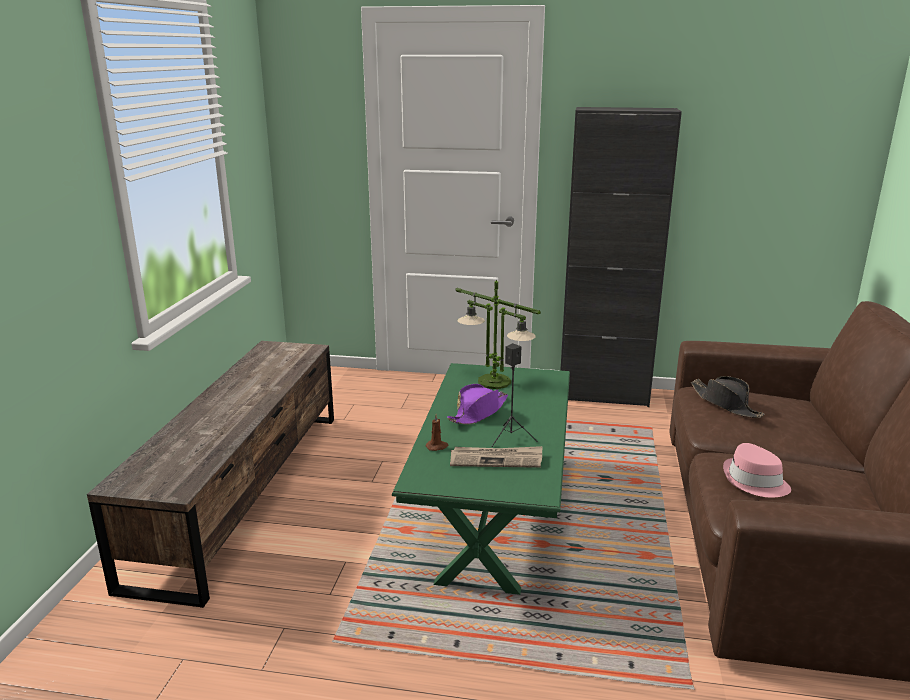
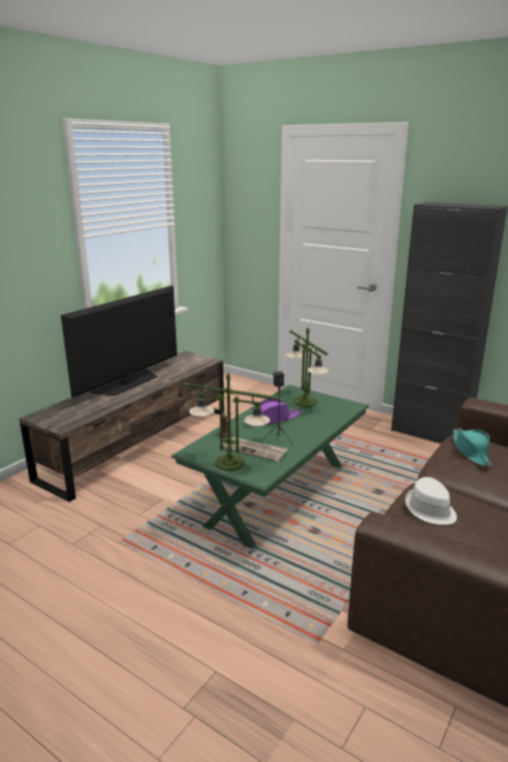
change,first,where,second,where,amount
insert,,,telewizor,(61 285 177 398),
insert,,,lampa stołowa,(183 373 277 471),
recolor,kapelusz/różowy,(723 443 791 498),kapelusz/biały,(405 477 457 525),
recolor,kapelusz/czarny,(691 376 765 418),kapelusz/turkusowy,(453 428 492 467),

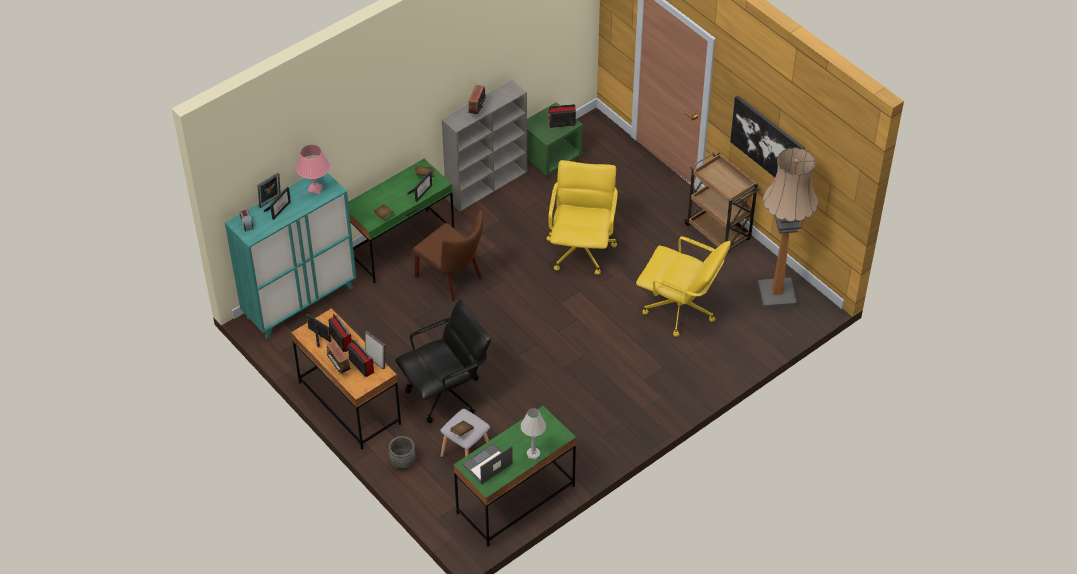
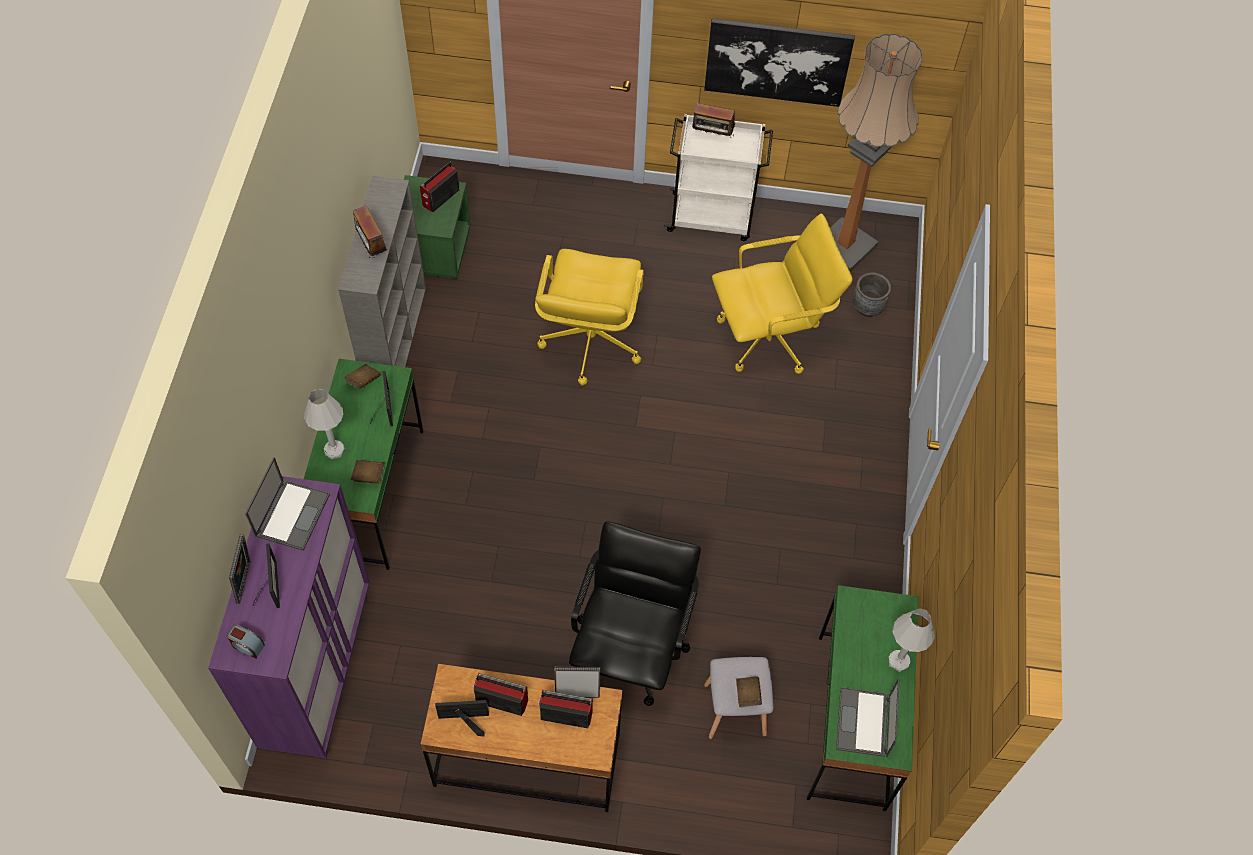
change,first,where,second,where,amount
recolor,szafka/turkusowy,(225 172 357 339),szafka/fioletowy,(208 476 370 759),
replace,lampa stołowa/różowy,(296 145 330 195),laptop,(245 457 330 551),
insert,,,lampa stołowa/biały,(304 389 345 459),
rotate,krzesło biurowe/żółty,(547 160 618 275),,(535 249 644 385),135 degrees counterclockwise
recolor,wózek/brązowy,(684 152 759 251),wózek/biały,(664 114 773 241),
move,radio,(327 341 351 375),,(692 103 735 138),
move,donica/szary,(389 436 416 469),,(853 273 891 317),
delete,krzesło/brązowy,(413 211 483 301),,,

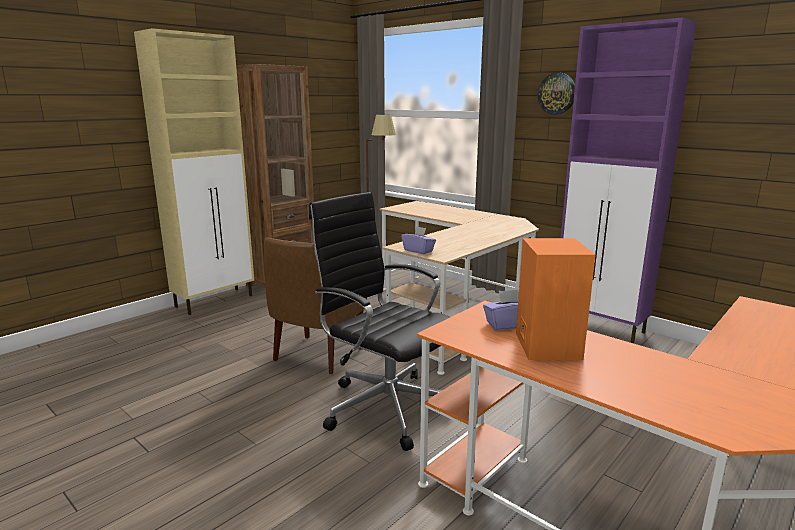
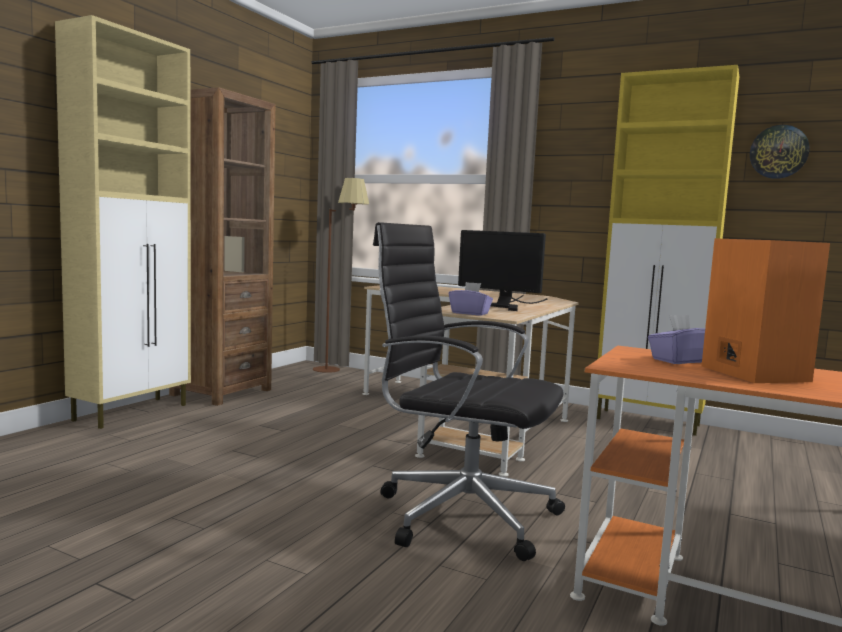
change,first,where,second,where,amount
insert,,,monitor,(458 230 547 311),
recolor,szafka/fioletowy,(561 17 696 343),szafka/żółty,(597 65 739 436),
move,zegar ścienny,(538 73 575 115),,(750 125 809 179),
delete,krzesło/brązowy,(264 237 367 374),,,

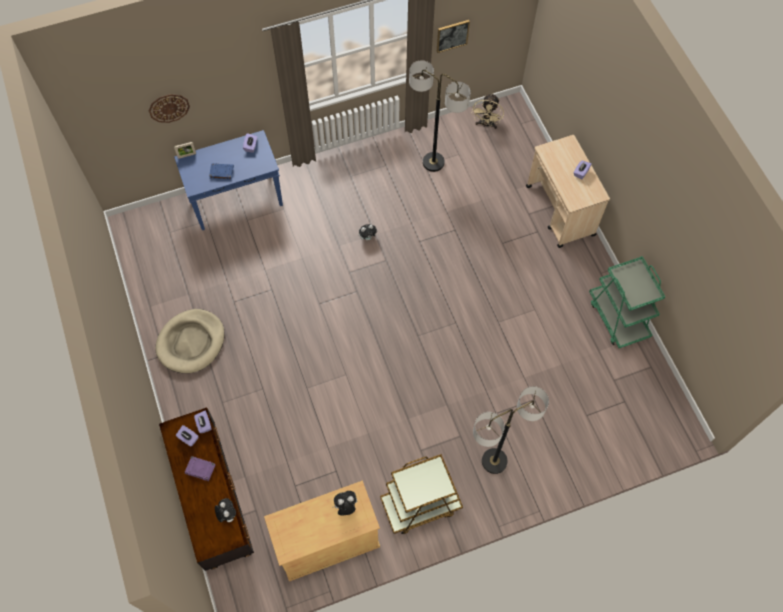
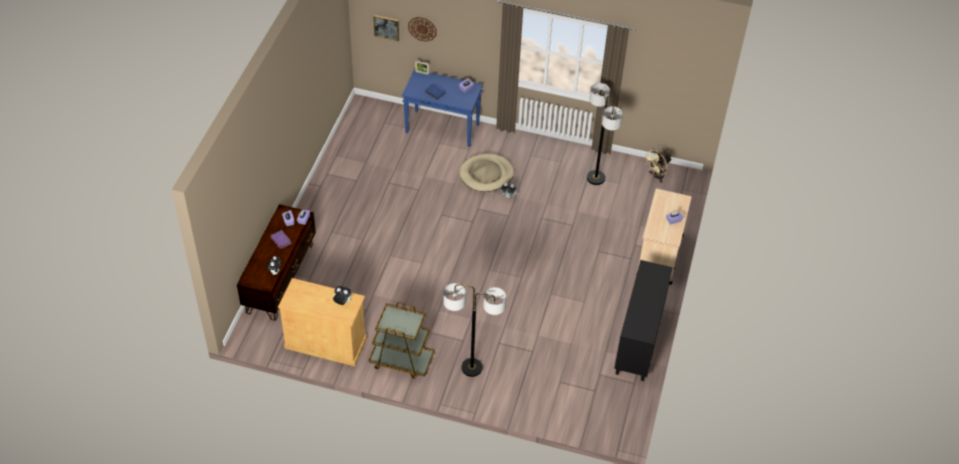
change,first,where,second,where,amount
move,obraz,(437 20 470 53),,(374 15 399 41),
move,legowisko/beżowy,(155 309 225 373),,(459 154 514 192),
replace,wózek/zielony,(589 256 665 348),szafka/czarny,(614 260 673 381),

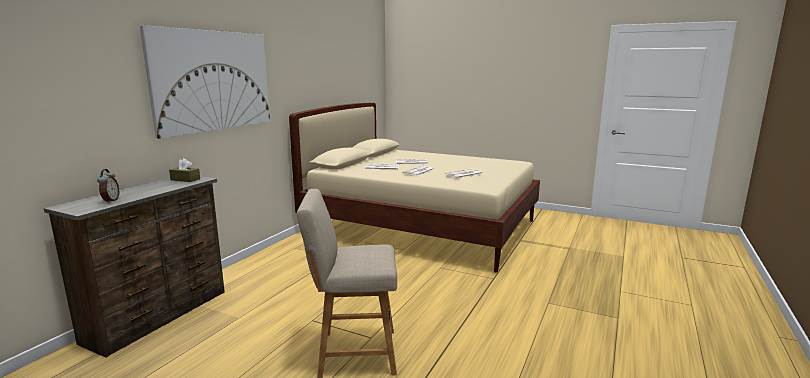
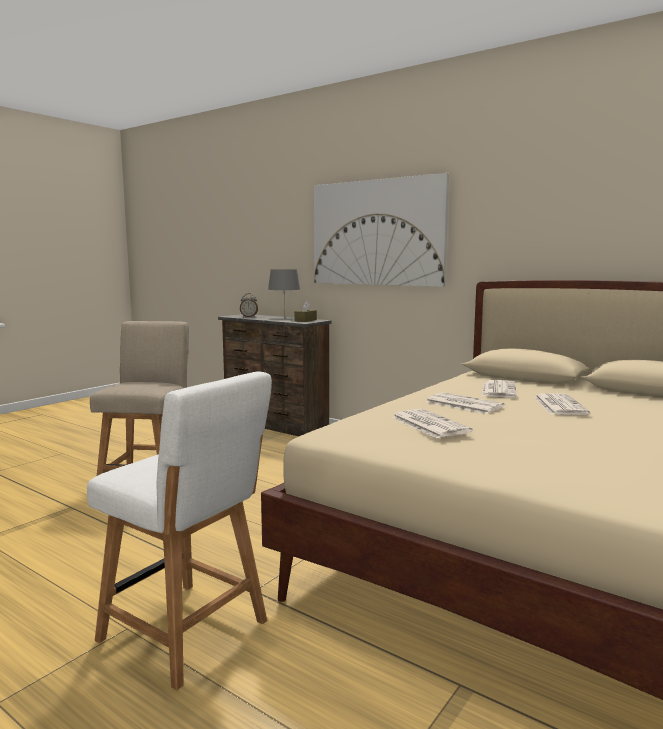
change,first,where,second,where,amount
insert,,,krzesło/biały,(87 371 272 690),
insert,,,lampa stołowa/szary,(268 269 300 319),

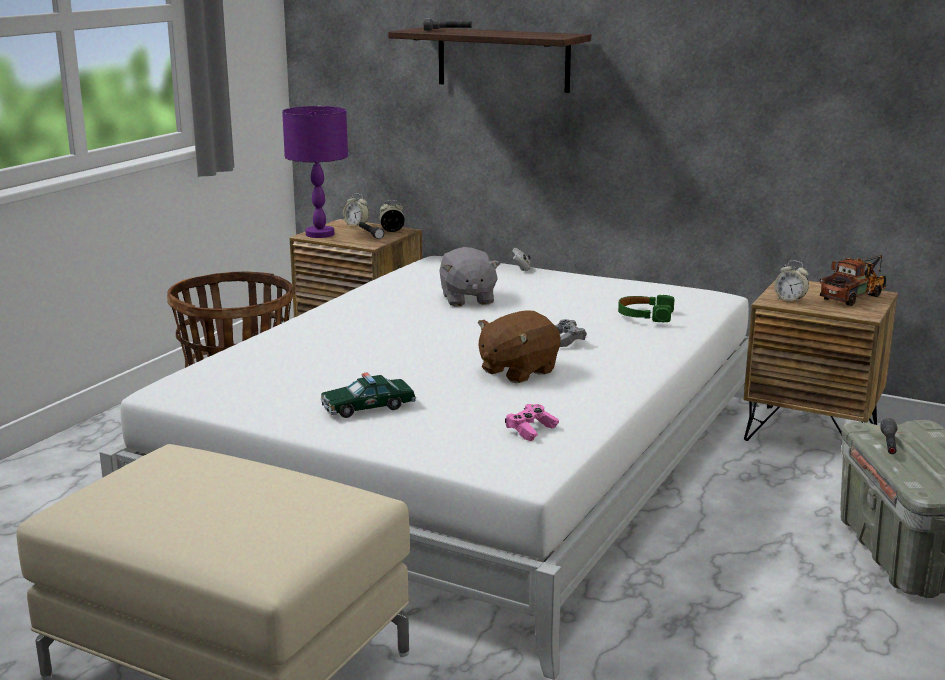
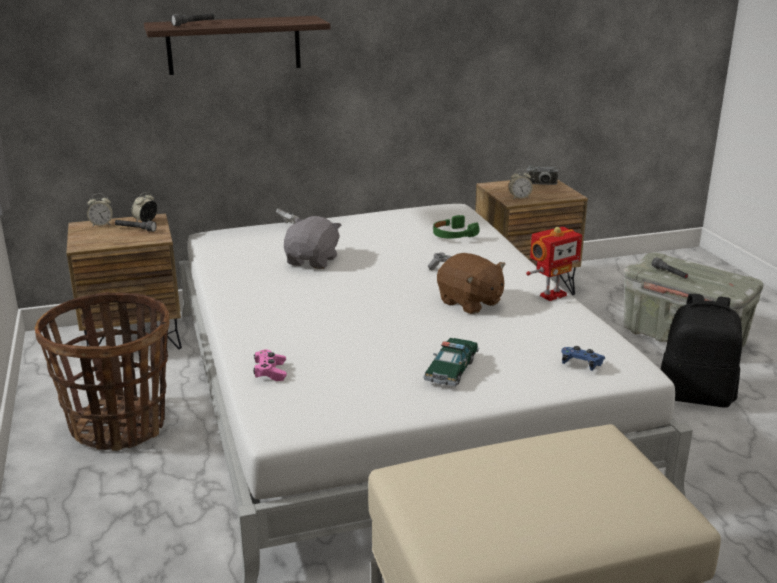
change,first,where,second,where,amount
move,pad do gier/różowy,(505 404 559 441),,(253 350 287 381),
rotate,pluszak/szary,(439 247 501 307),,(284 216 342 269),105 degrees counterclockwise
rotate,pluszak/brązowy,(478 310 561 383),,(437 253 505 314),45 degrees counterclockwise
replace,ciężarówka zabawkowa,(820 255 886 306),aparat fotograficzny,(526 165 559 185),
insert,,,robot zabawkowy,(526 226 582 301),
insert,,,pad do gier/niebieski,(562 346 605 371),
insert,,,plecak/czarny,(660 294 742 408),
delete,lampa stołowa/fioletowy,(282 106 348 238),,,

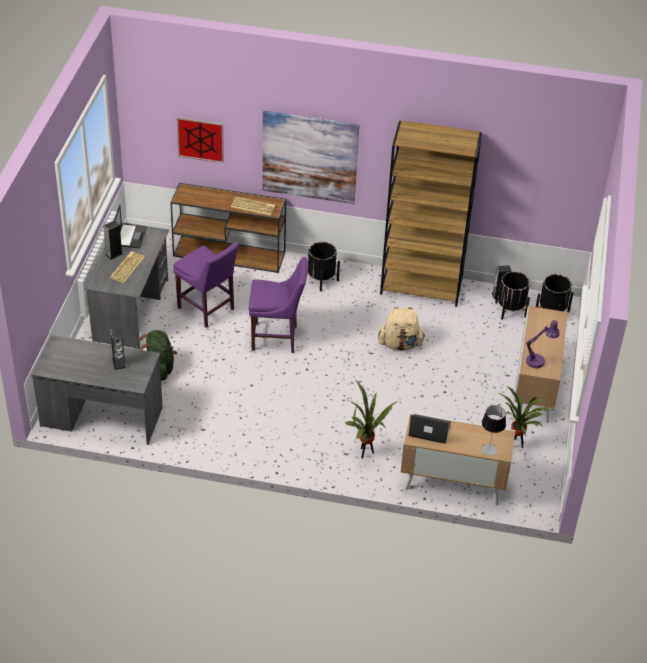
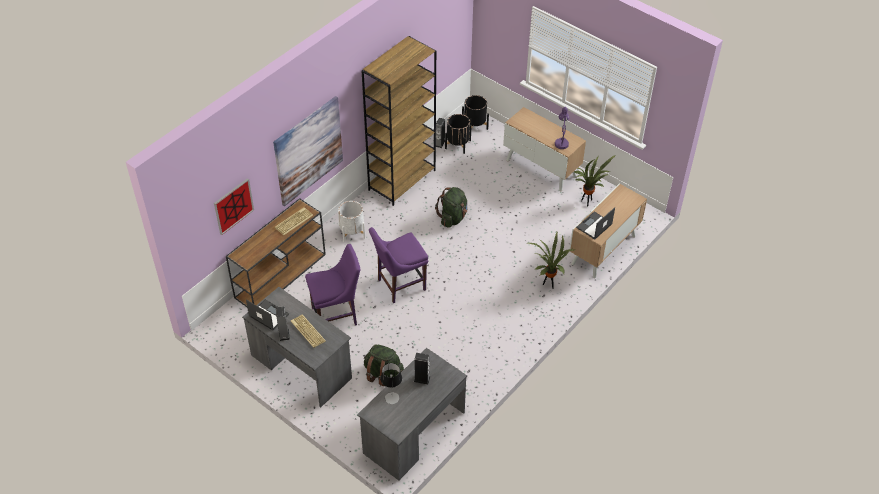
change,first,where,second,where,amount
recolor,donica/czarny,(307 242 340 292),donica/biały,(338 201 365 242),
rotate,krzesło/fioletowy,(249 257 308 353),,(369 227 428 303),150 degrees counterclockwise
move,lampa stołowa,(481 405 506 456),,(380 363 402 404),
recolor,plecak/beżowy,(378 307 425 350),plecak/zielony,(435 187 467 228),

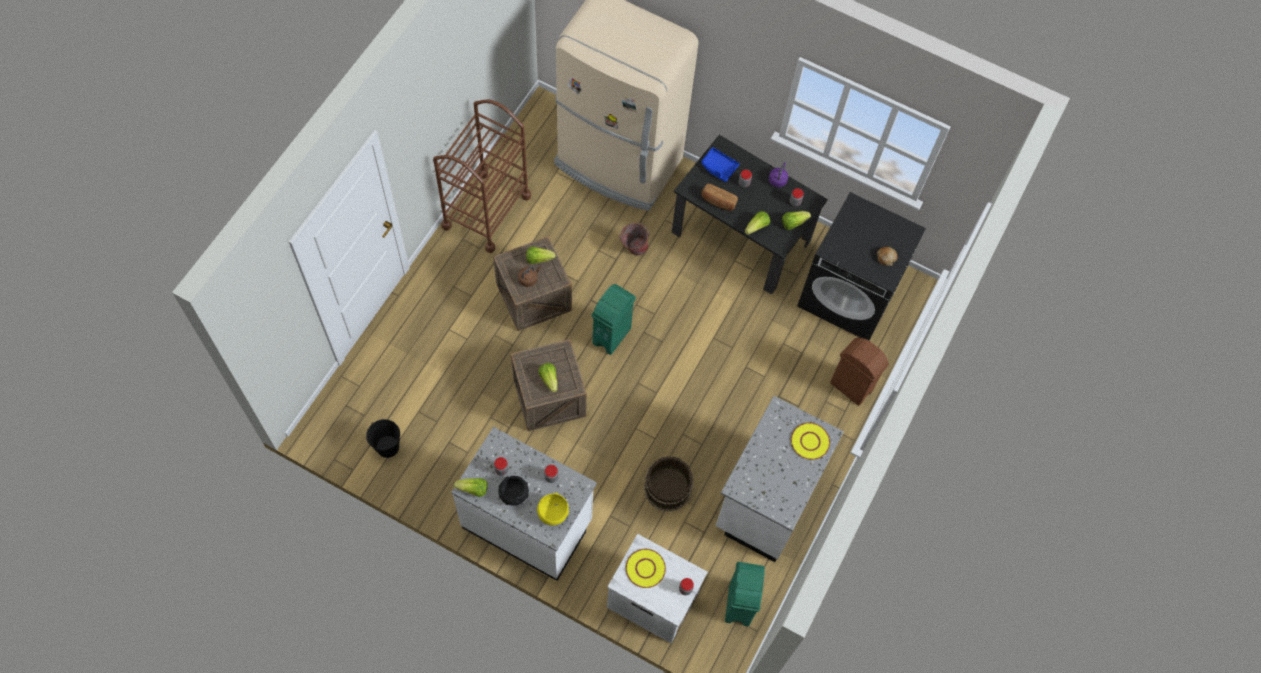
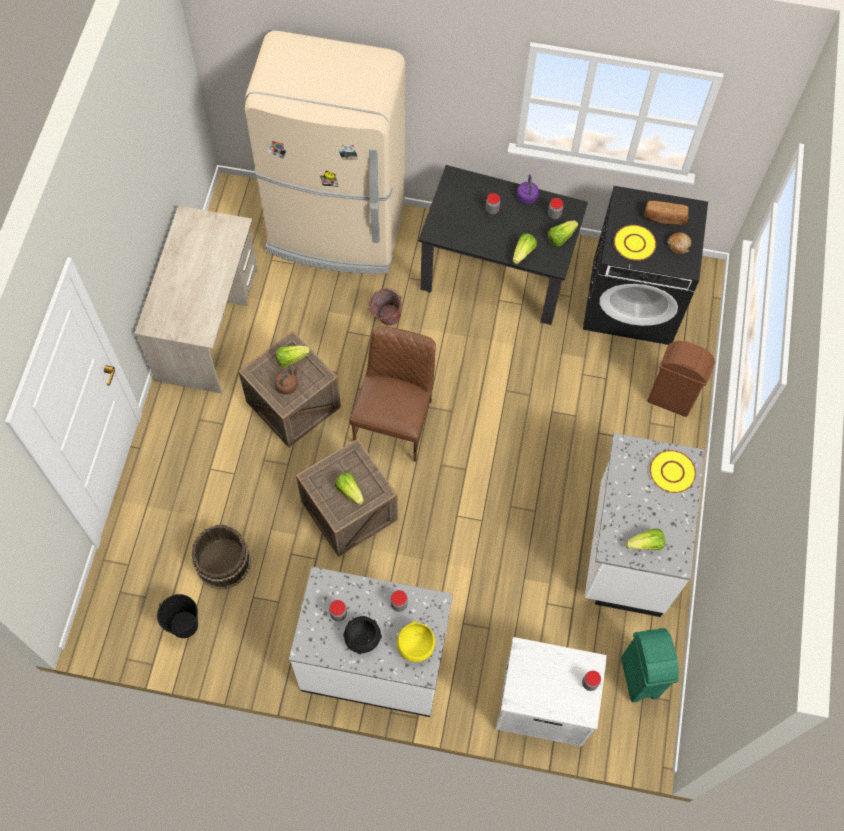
change,first,where,second,where,amount
replace,wózek/brązowy,(433 99 531 253),biurko/beżowy,(134 206 258 393),
move,wiadro/brązowy,(644 456 694 512),,(191 525 251 589),
replace,kosz na śmieci/zielony,(591 284 636 355),krzesło/brązowy,(350 326 436 462),
move,talerz/żółty,(626 549 666 588),,(614 225 656 261),
move,sałata,(454 478 487 497),,(626 528 665 550),
move,chleb,(701 184 738 211),,(644 201 688 225),
delete,taca/niebieski,(701 147 739 182),,,

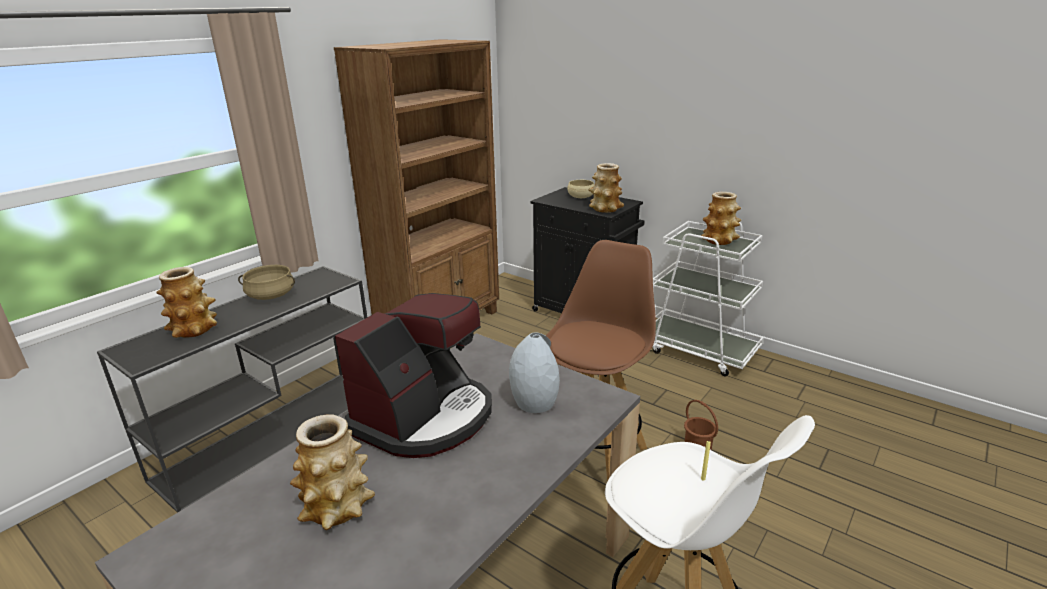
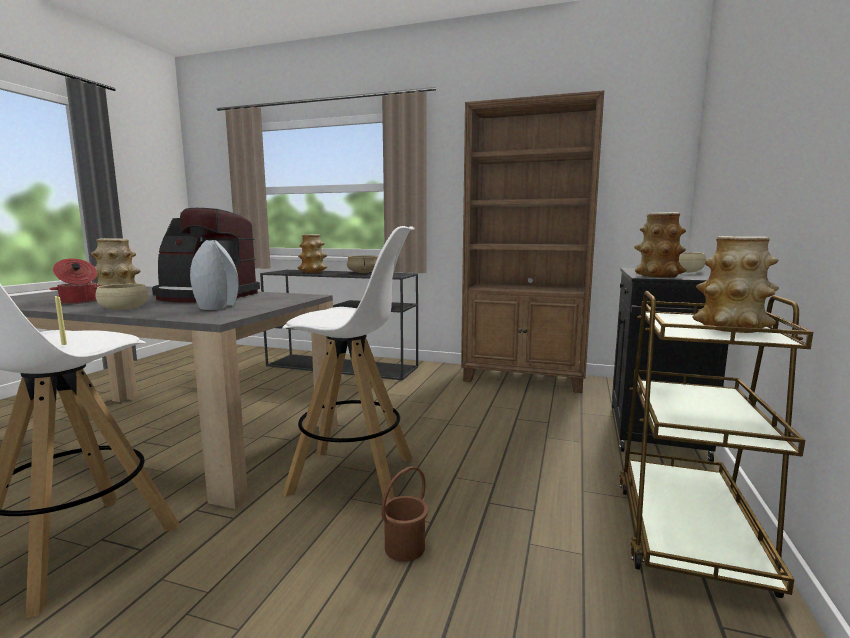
change,first,where,second,where,amount
insert,,,garnek,(49 259 104 304),
insert,,,miska/beżowy,(95 284 149 310),
recolor,stołek/brązowy,(546 240 656 481),stołek/biały,(282 226 415 501),
recolor,wózek/biały,(652 221 764 377),wózek/brązowy,(619 291 813 598),

